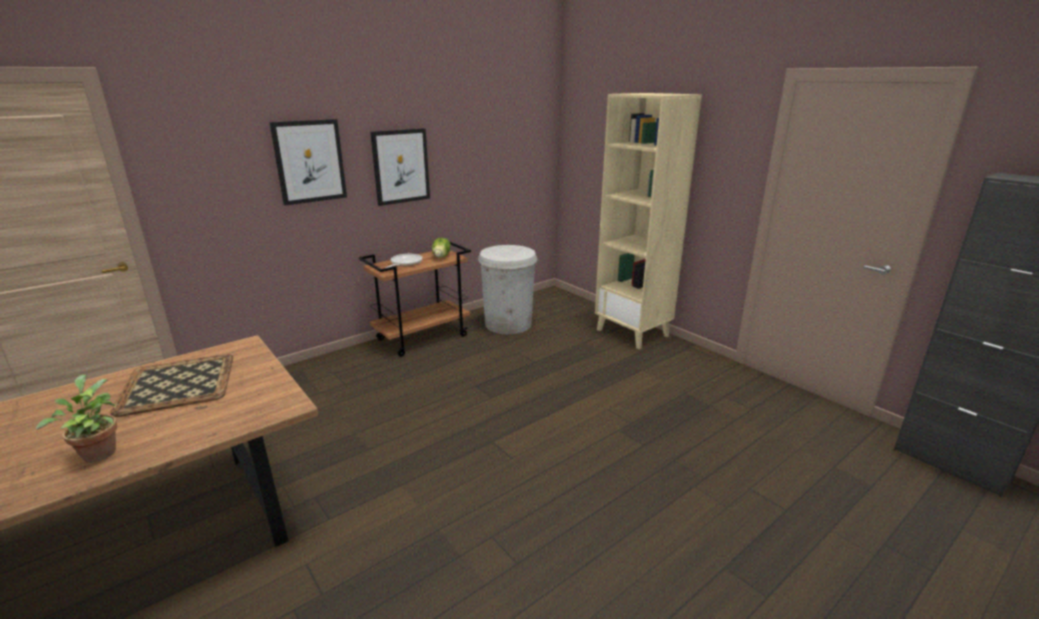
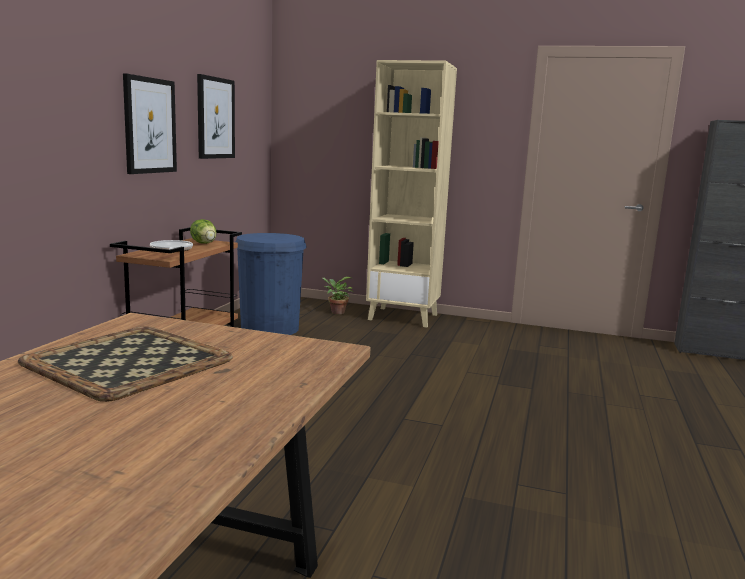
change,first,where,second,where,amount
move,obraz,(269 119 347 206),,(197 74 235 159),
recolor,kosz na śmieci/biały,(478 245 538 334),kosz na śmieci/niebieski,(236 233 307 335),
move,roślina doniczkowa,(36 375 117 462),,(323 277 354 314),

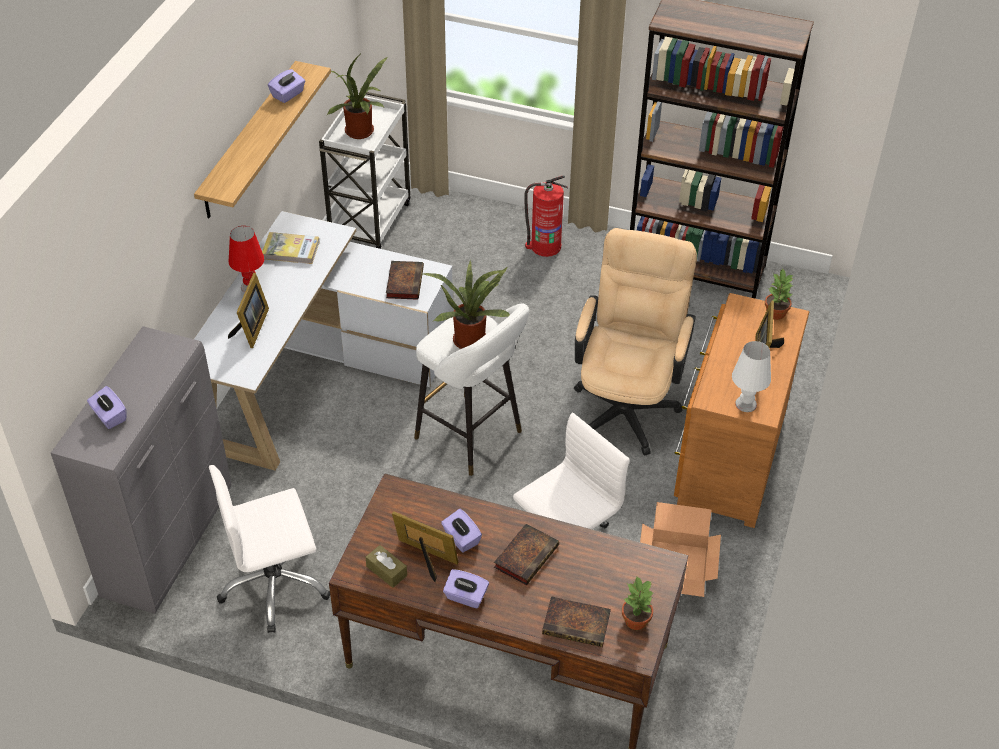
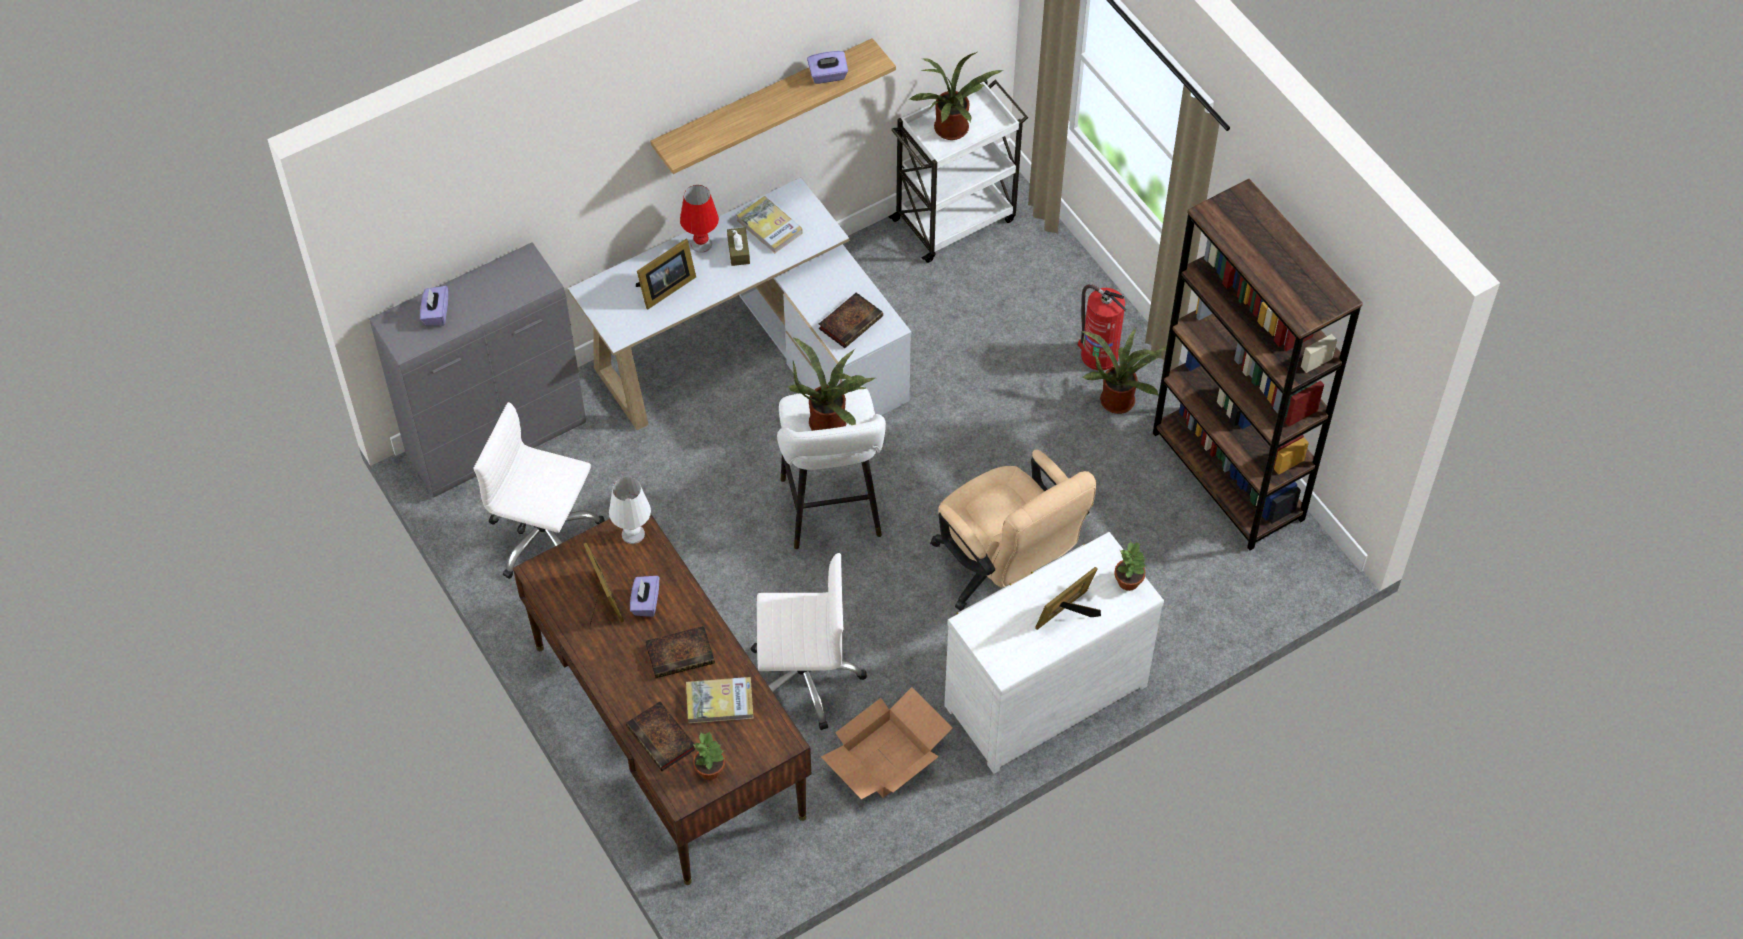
change,first,where,second,where,amount
move,lampa stołowa/biały,(732 341 771 412),,(609 477 651 544),
insert,,,książka,(686 677 754 724),
move,pudełko chusteczek/brązowy,(365 545 407 588),,(727 227 750 266),
rotate,krzesło biurowe/beżowy,(574 228 697 456),,(930 449 1096 611),90 degrees clockwise
recolor,komoda/brązowy,(674 293 809 528),komoda/biały,(944 532 1164 774),
insert,,,roślina doniczkowa,(1081 327 1166 414),
delete,pudełko chusteczek/fioletowy,(443 569 489 608),,,

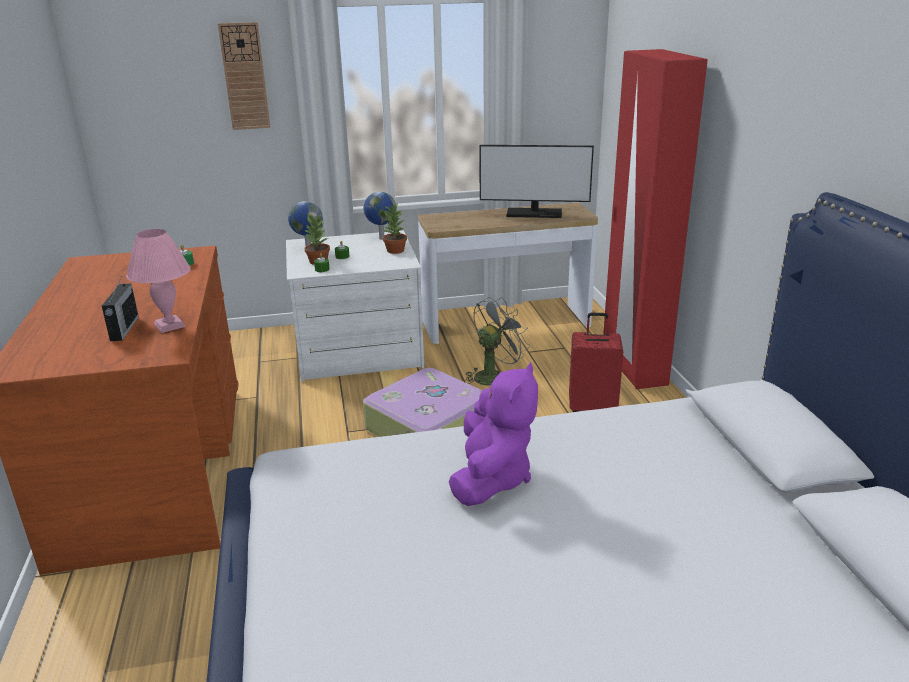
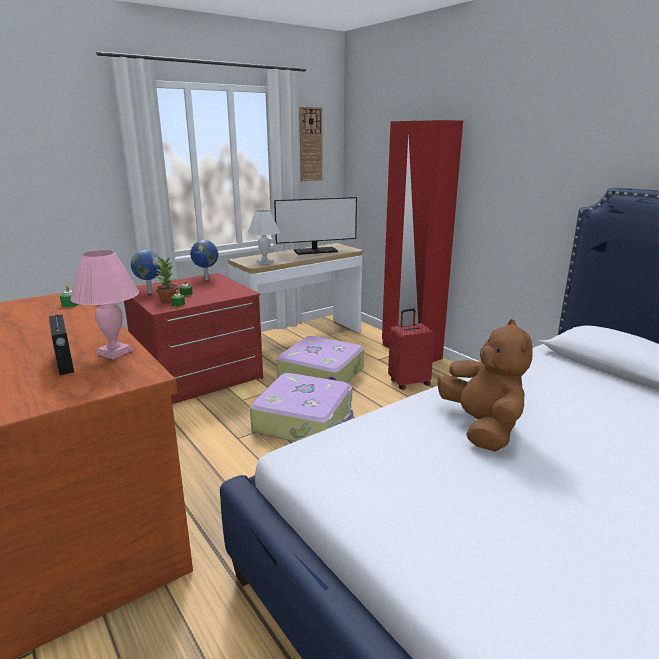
change,first,where,second,where,amount
recolor,komoda/biały,(286 231 424 382),komoda/czerwony,(124 273 263 404),
insert,,,lampa stołowa/biały,(248 210 279 265),
replace,wentylator/szary,(464 297 530 386),walizka,(276 336 364 383),
move,zegar ścienny,(218 22 270 130),,(299 107 323 181),
recolor,pluszak/fioletowy,(449 363 538 506),pluszak/brązowy,(438 319 533 452),
delete,roślina doniczkowa,(382 203 407 254),,,

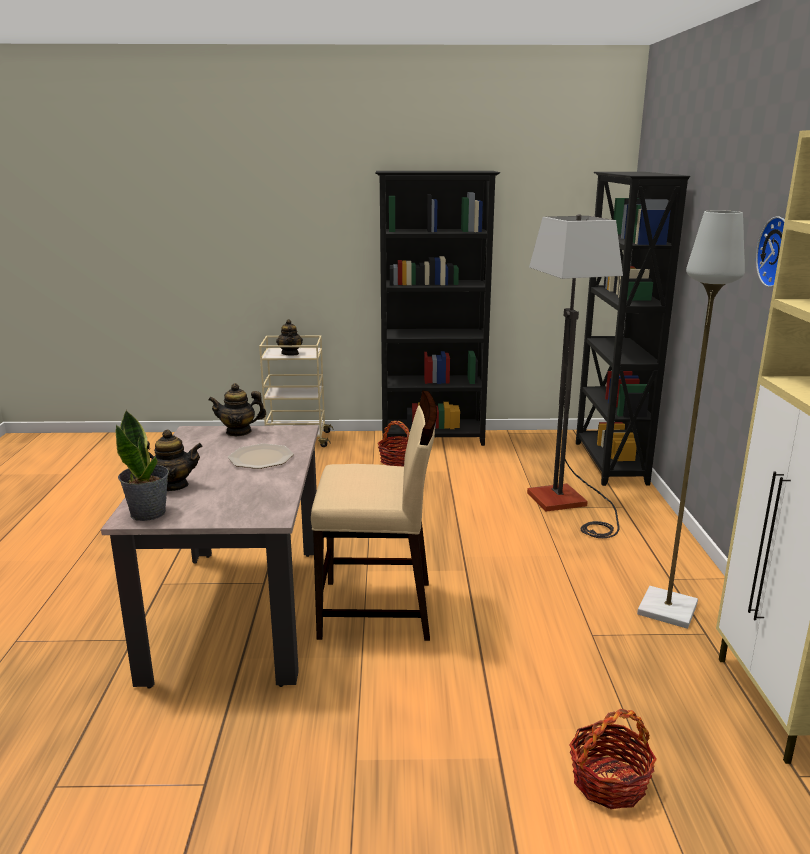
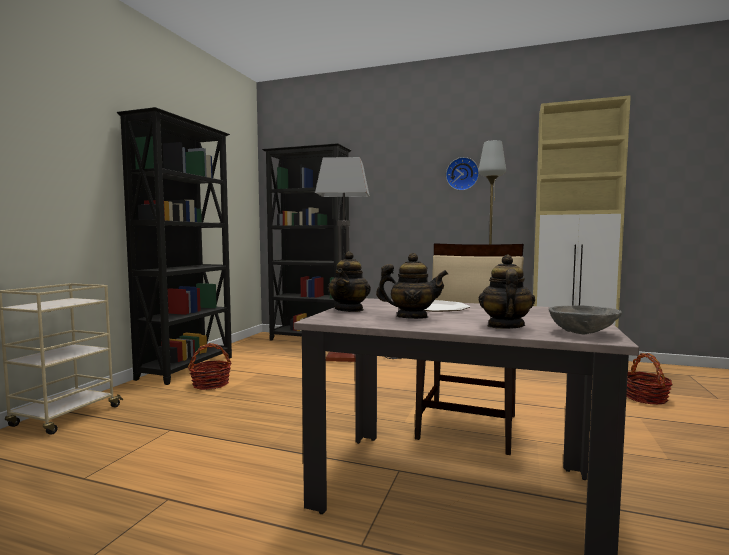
change,first,where,second,where,amount
move,imbryk,(276 319 303 356),,(376 253 448 319),
replace,roślina doniczkowa,(115 410 169 521),miska/szary,(549 305 622 335),

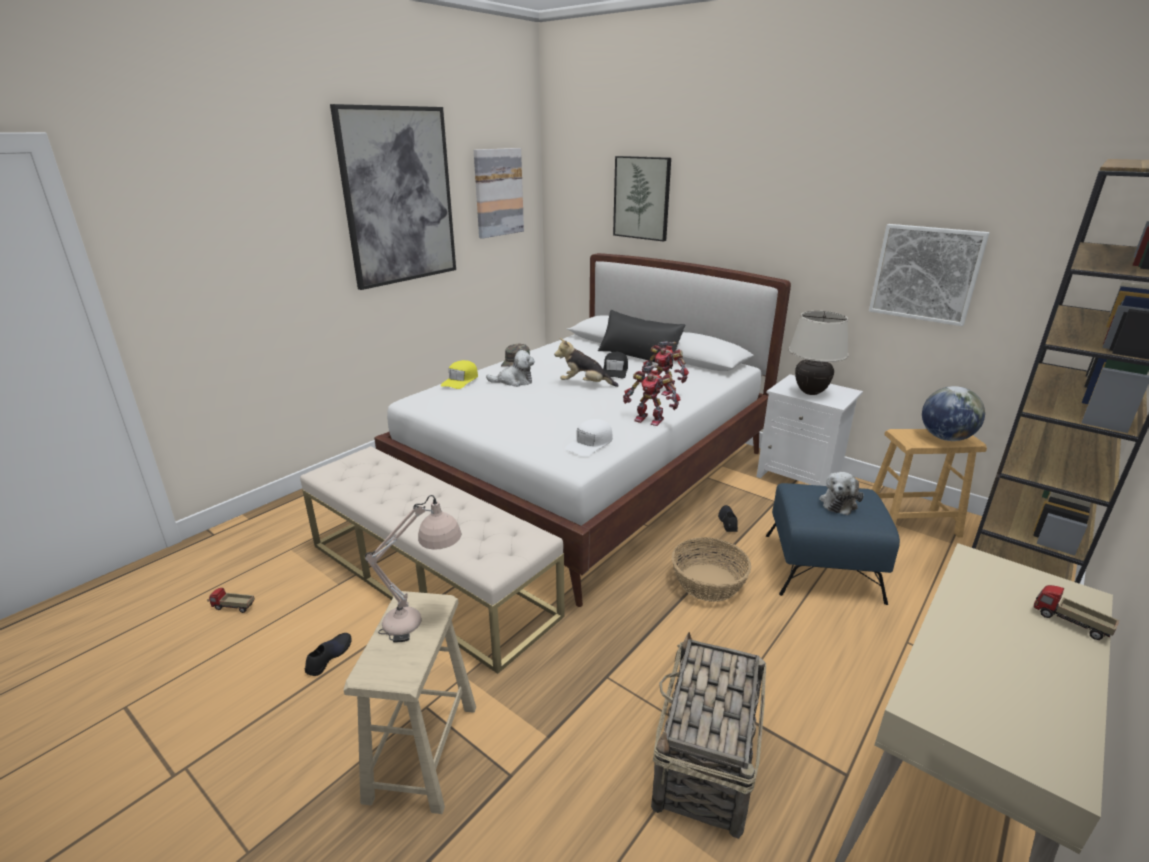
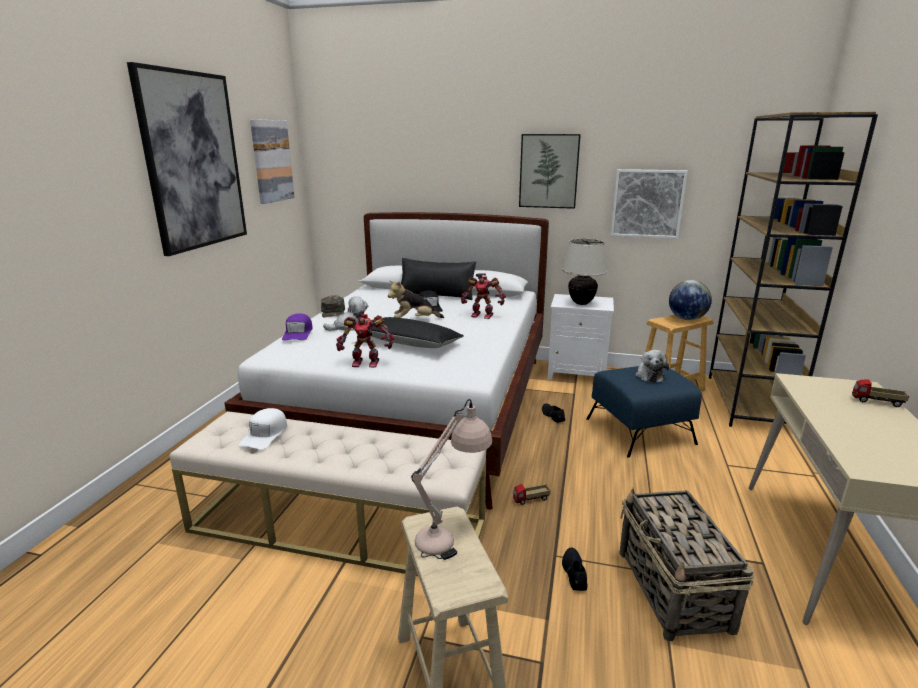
change,first,where,second,where,amount
move,czapka z daszkiem/biały,(565 419 613 457),,(239 408 287 449),
recolor,czapka z daszkiem/żółty,(441 360 478 389),czapka z daszkiem/fioletowy,(282 313 313 341),
move,robot zabawkowy,(623 365 681 426),,(336 309 394 367),
insert,,,poduszka/czarny,(353 317 464 348),
move,ciężarówka zabawkowa,(207 588 255 613),,(513 484 551 505),
move,obraz,(613 156 671 242),,(519 134 581 209),
move,but/czarny,(304 633 352 676),,(562 548 588 591),
delete,koszyk,(672 537 751 602),,,

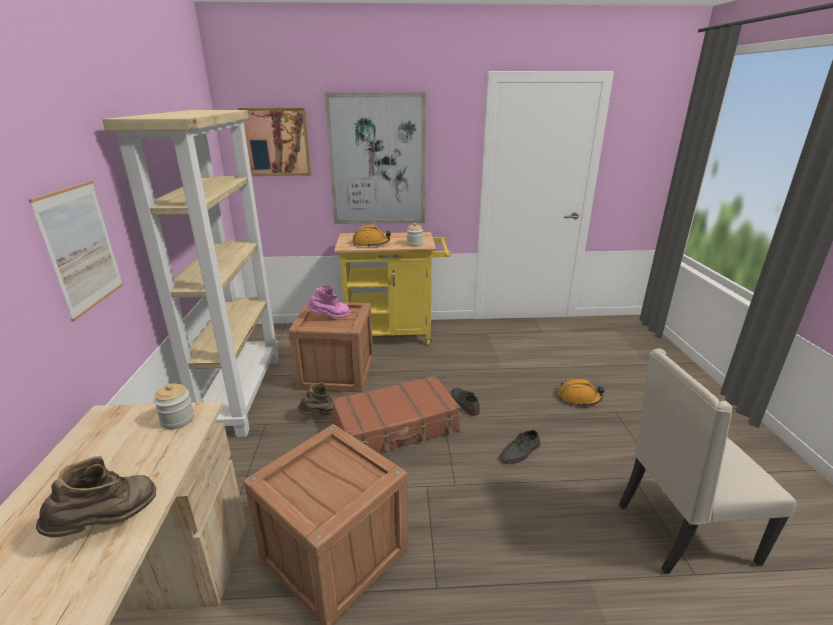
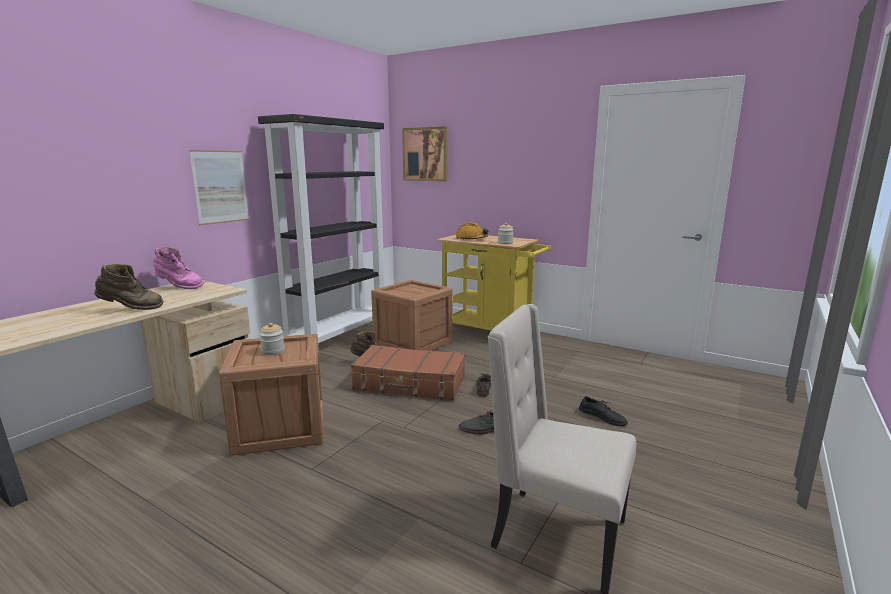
change,first,where,second,where,amount
move,but z cholewką/różowy,(307 285 350 318),,(154 248 204 289),
recolor,regał/beżowy,(102 110 279 437),regał/czarny,(258 114 385 348),
move,słoik,(154 383 194 429),,(260 323 285 355),
replace,kask/pomarańczowy,(558 379 605 407),but/czarny,(579 396 628 426),
delete,obraz,(324 92 426 224),,,

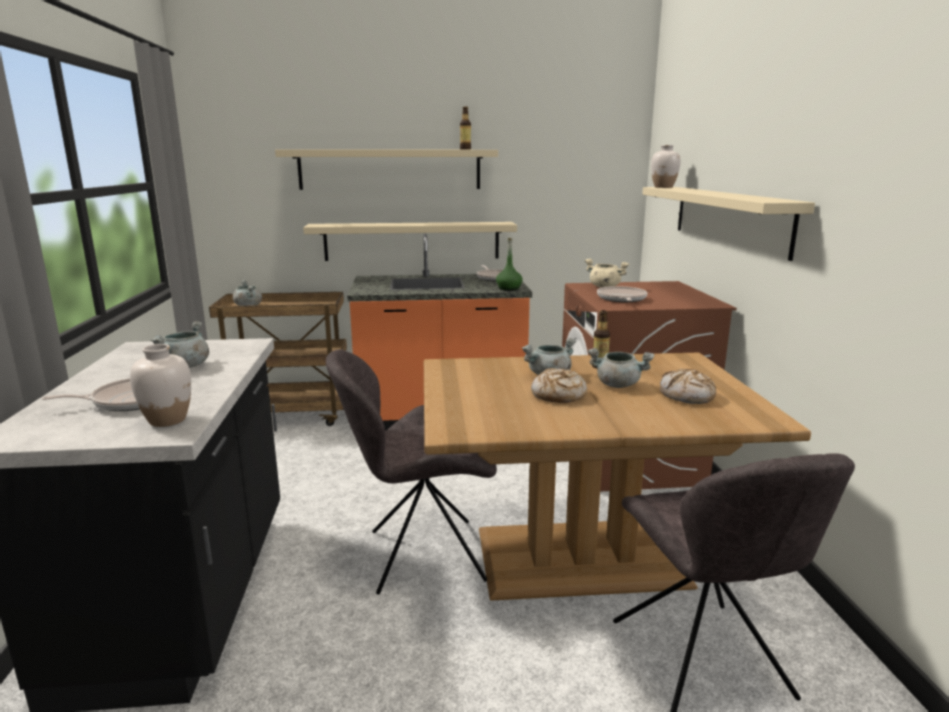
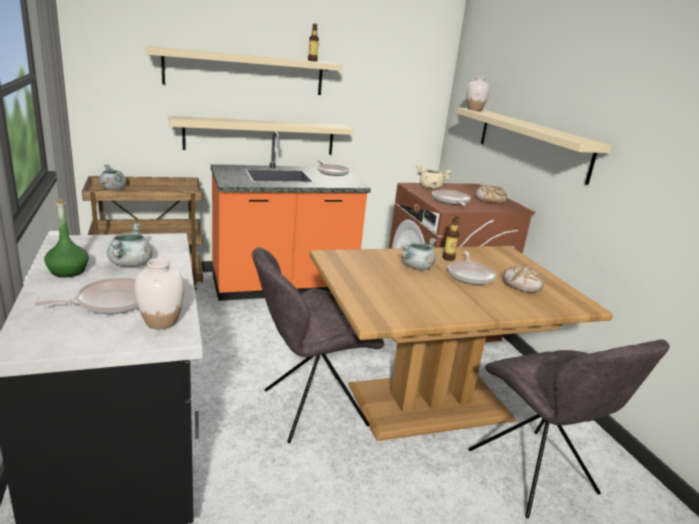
change,first,where,second,where,amount
move,butelka/zielony,(496 238 523 291),,(44 199 89 277),
replace,garnek/szary,(588 348 654 388),patelnia,(448 251 496 285),
move,chleb,(531 368 587 403),,(475 185 507 204),

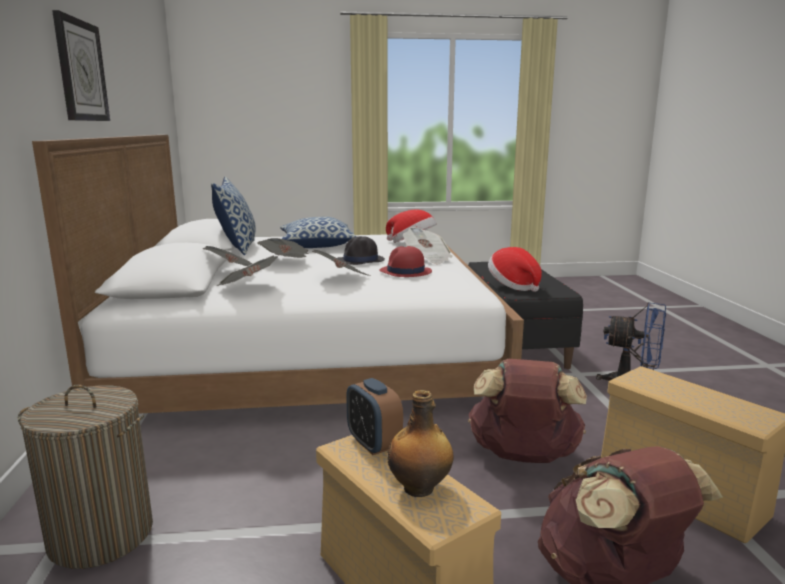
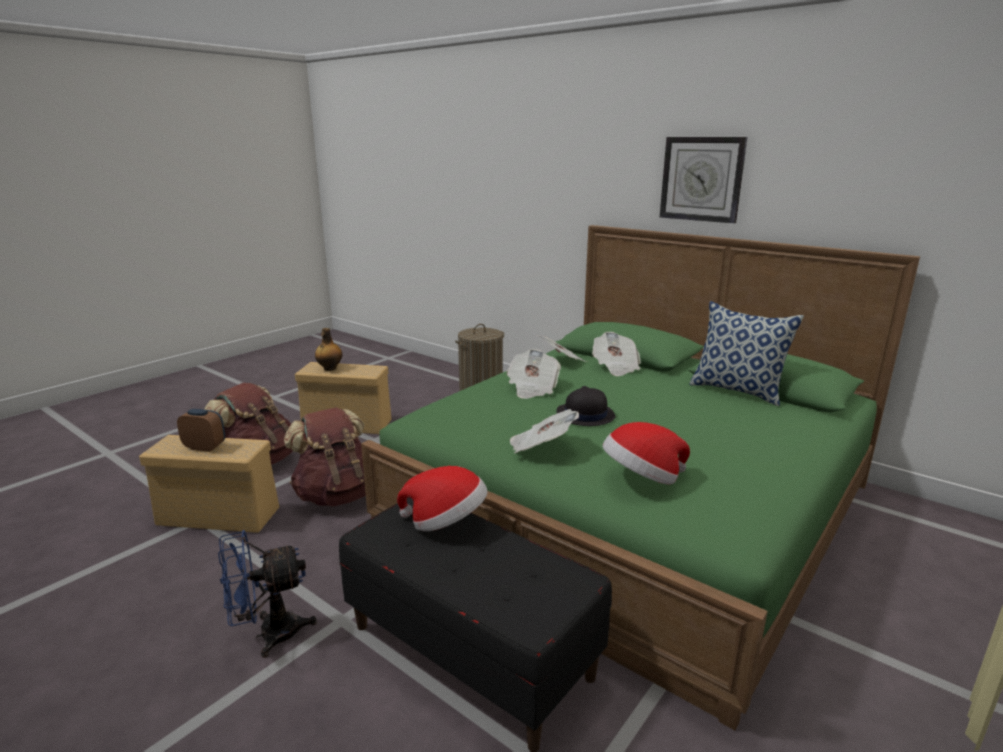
change,first,where,second,where,amount
move,budzik,(346 378 403 455),,(177 409 225 452),
recolor,łóżko/biały,(32 135 524 414),łóżko/zielony,(361 225 920 731),
delete,gazeta,(258 238 309 258),,,
delete,poduszka,(280 217 356 248),,,
delete,kapelusz/czerwony,(379 246 432 277),,,

